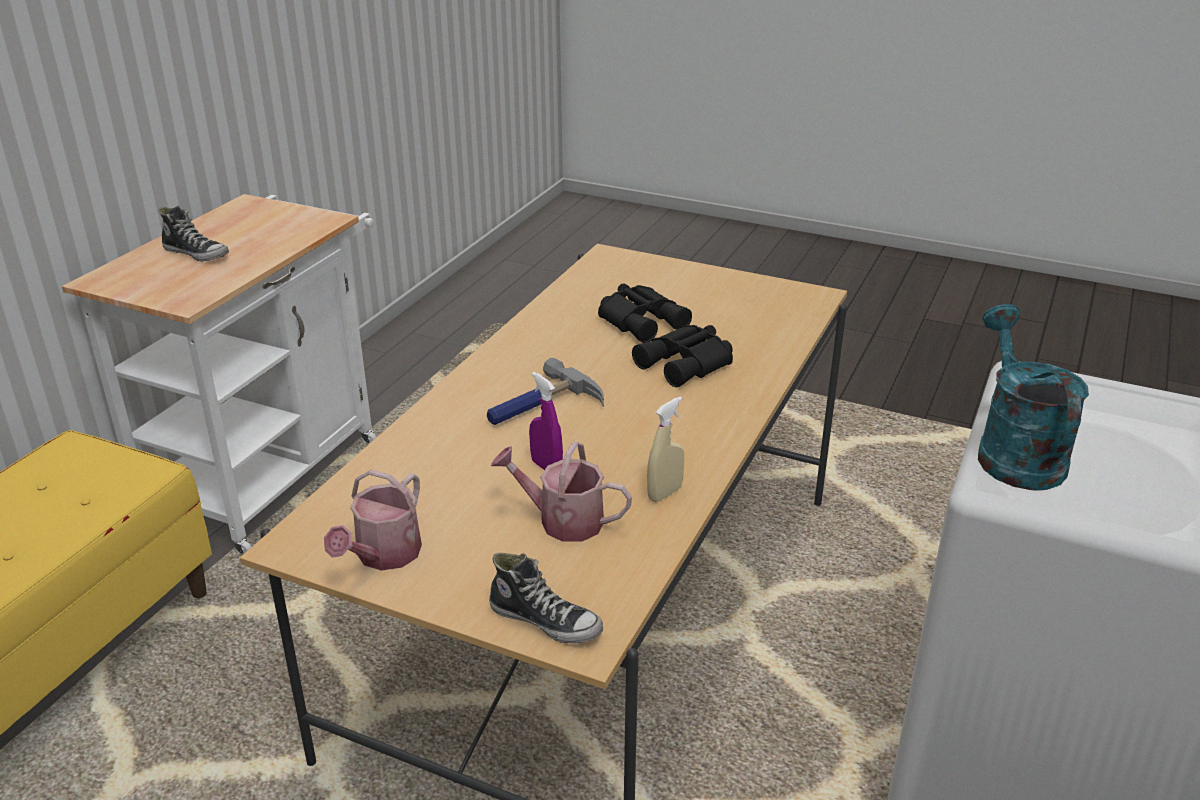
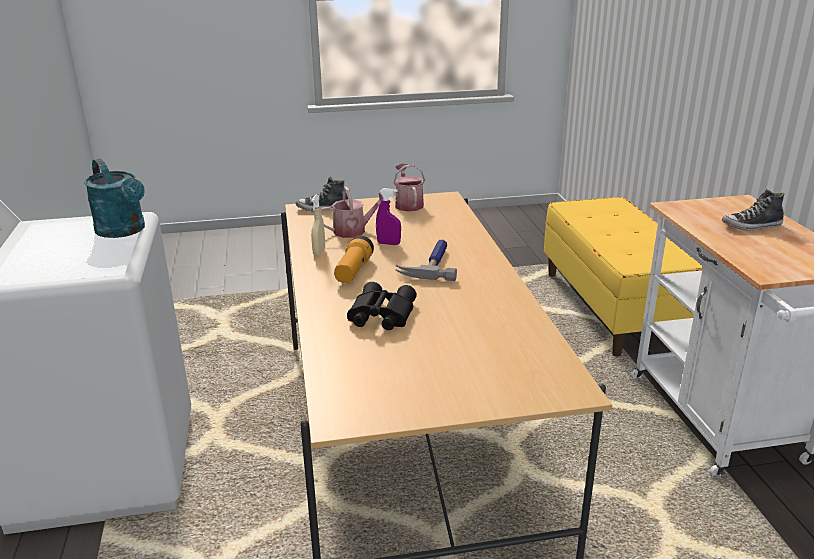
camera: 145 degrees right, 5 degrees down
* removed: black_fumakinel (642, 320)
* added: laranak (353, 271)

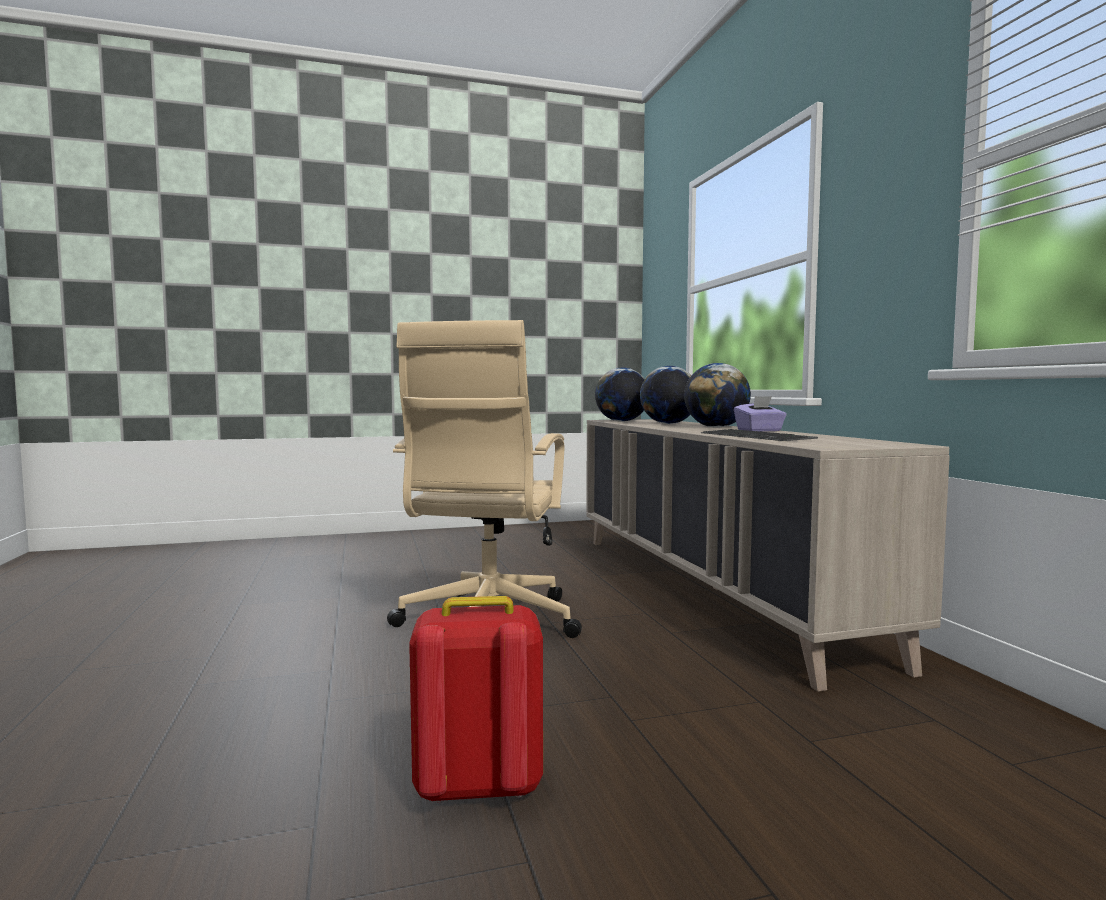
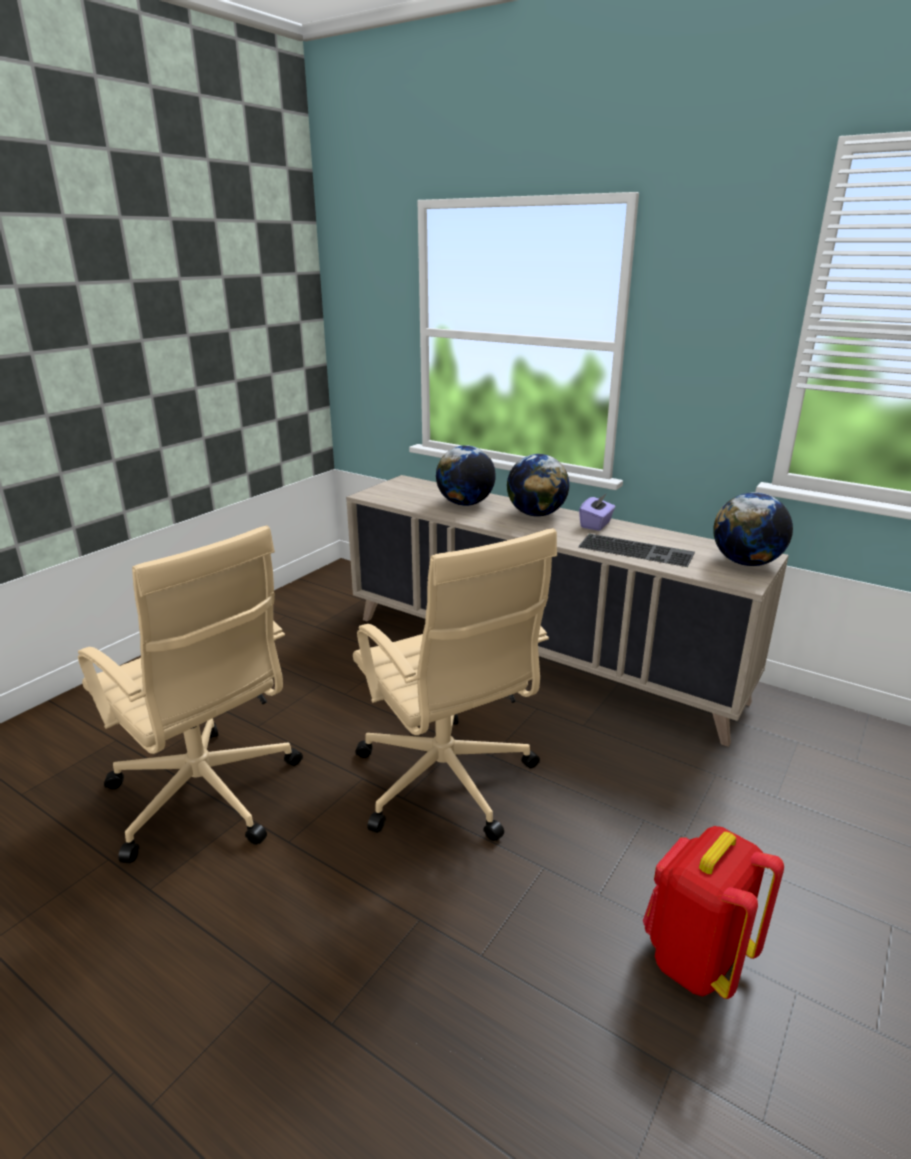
camera: 40 degrees left, 20 degrees up
* moved: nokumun (621, 421) to (746, 563)
* added: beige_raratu (207, 798)

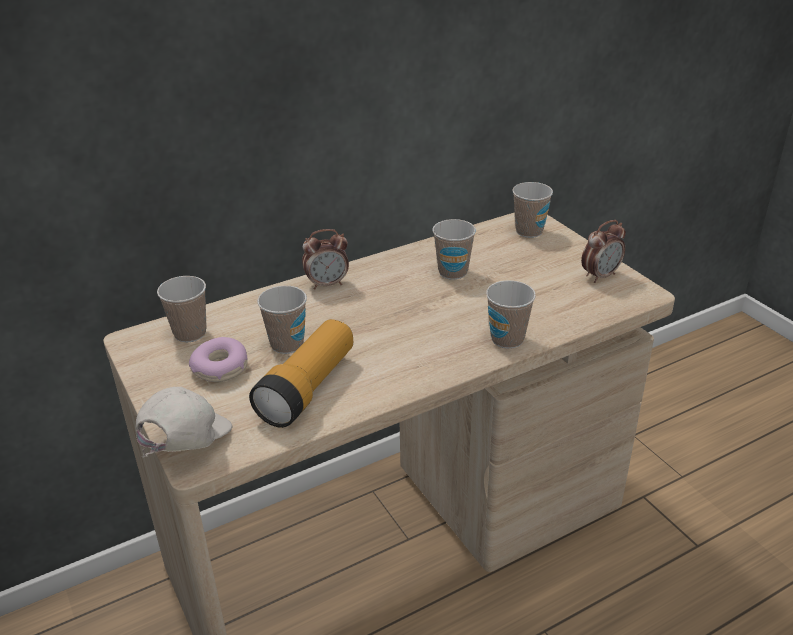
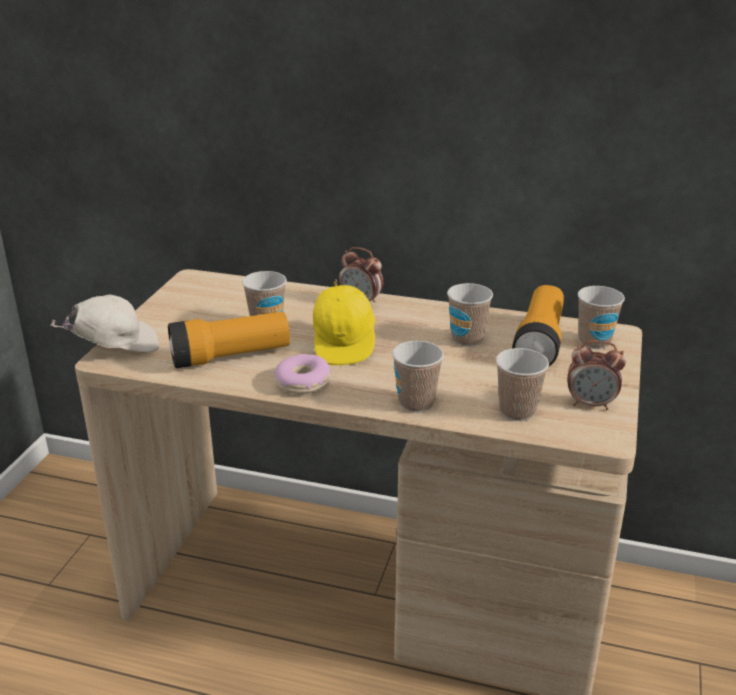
camera: 45 degrees right, 5 degrees down
* moved: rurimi (190, 333) to (517, 412)
* moved: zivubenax (221, 368) to (303, 383)
* added: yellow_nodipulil (344, 344)
* added: laranak (539, 342)

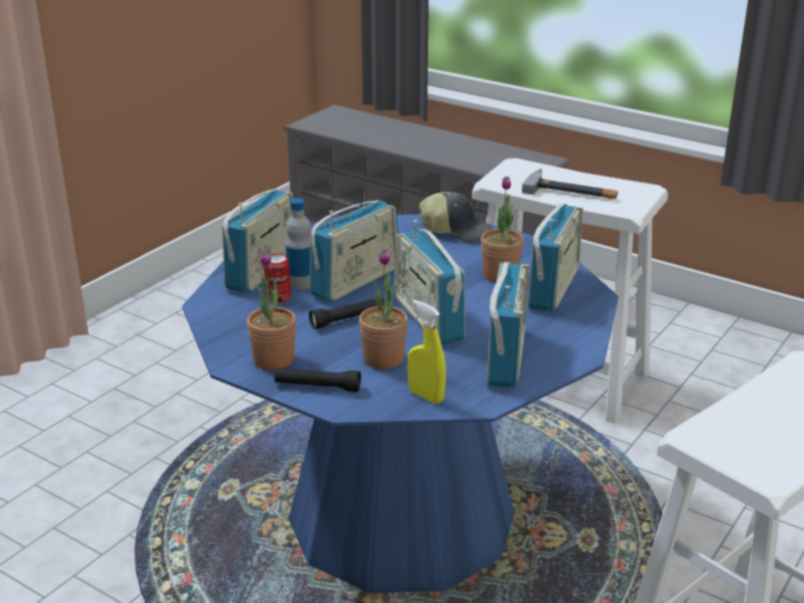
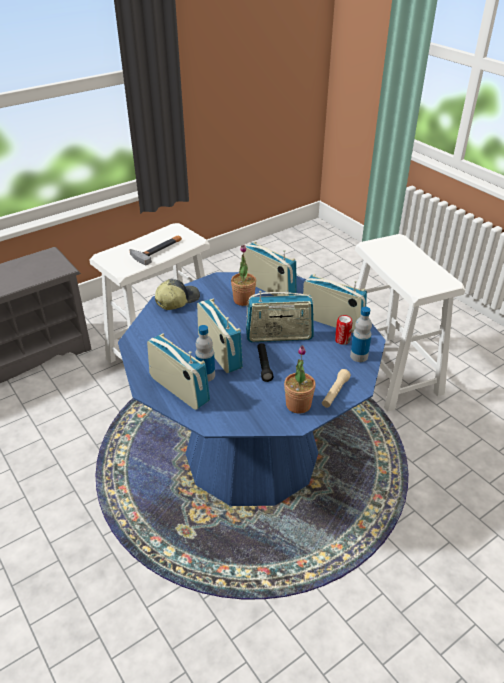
camera: 70 degrees left, 10 degrees up
* removed: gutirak (383, 359)
* moved: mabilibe (278, 297) to (342, 340)
* replaced: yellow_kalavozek (426, 396) to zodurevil (359, 356)
* recoloured: black_laranak (317, 387) to beige_laranak (335, 393)

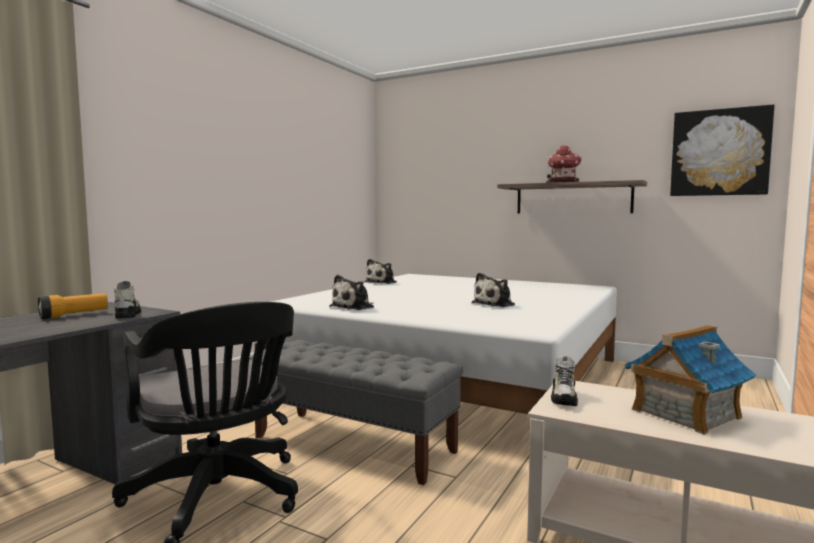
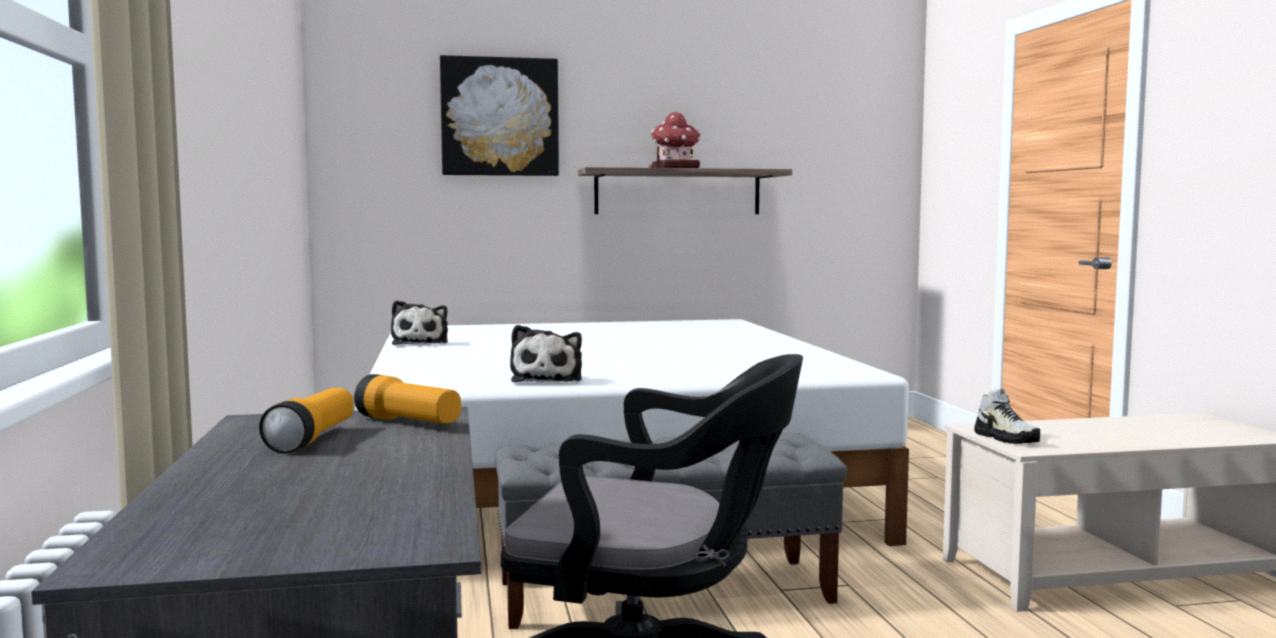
camera: 40 degrees left, 0 degrees up
* moved: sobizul (719, 152) to (500, 117)
* removed: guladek (495, 304)
* replaced: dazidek (127, 314) to laranak (409, 422)
* removed: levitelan (685, 413)

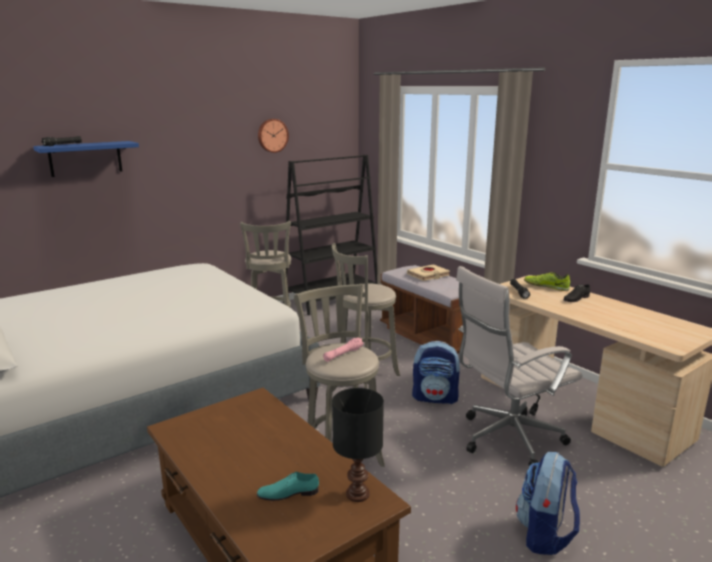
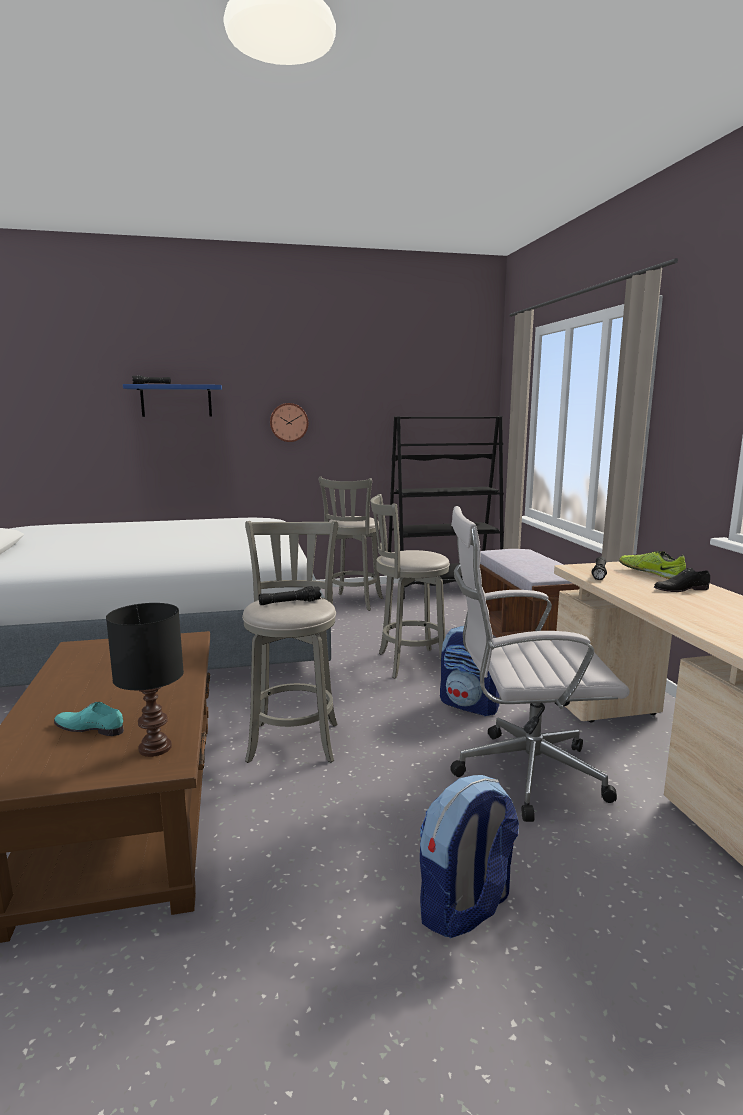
camera: 25 degrees right, 5 degrees down
* moved: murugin (272, 135) to (288, 422)
* removed: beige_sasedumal (428, 275)
* recoloured: pink_laranak (343, 354) to black_laranak (290, 603)

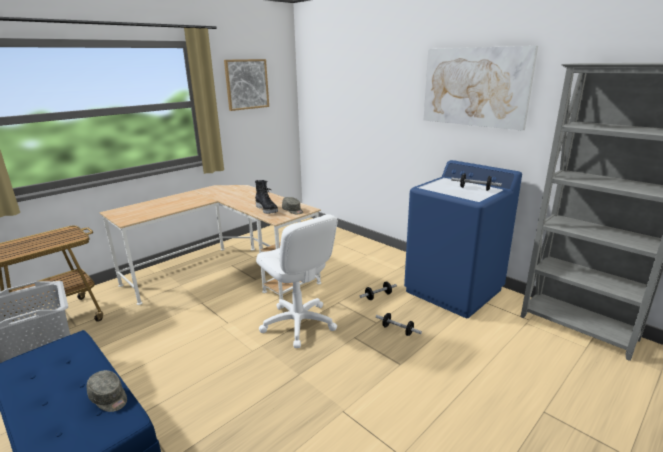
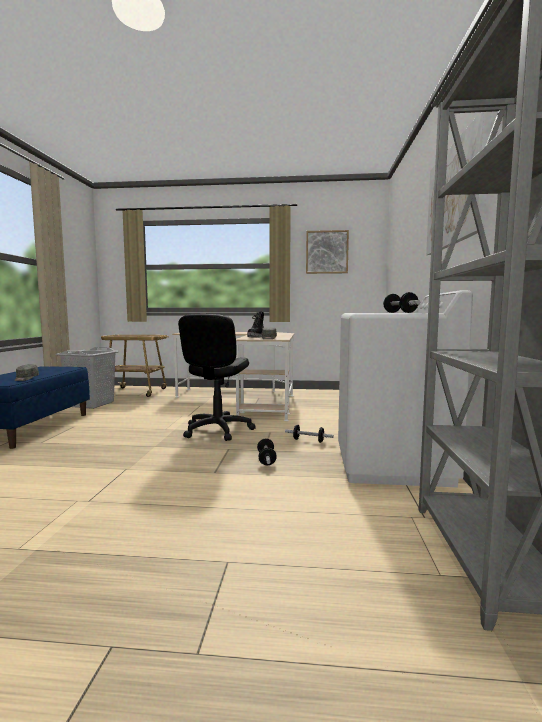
camera: 50 degrees right, 15 degrees down
* recoloured: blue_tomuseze (454, 291) to white_tomuseze (392, 465)
* recoloured: white_raratu (298, 324) to black_raratu (217, 430)

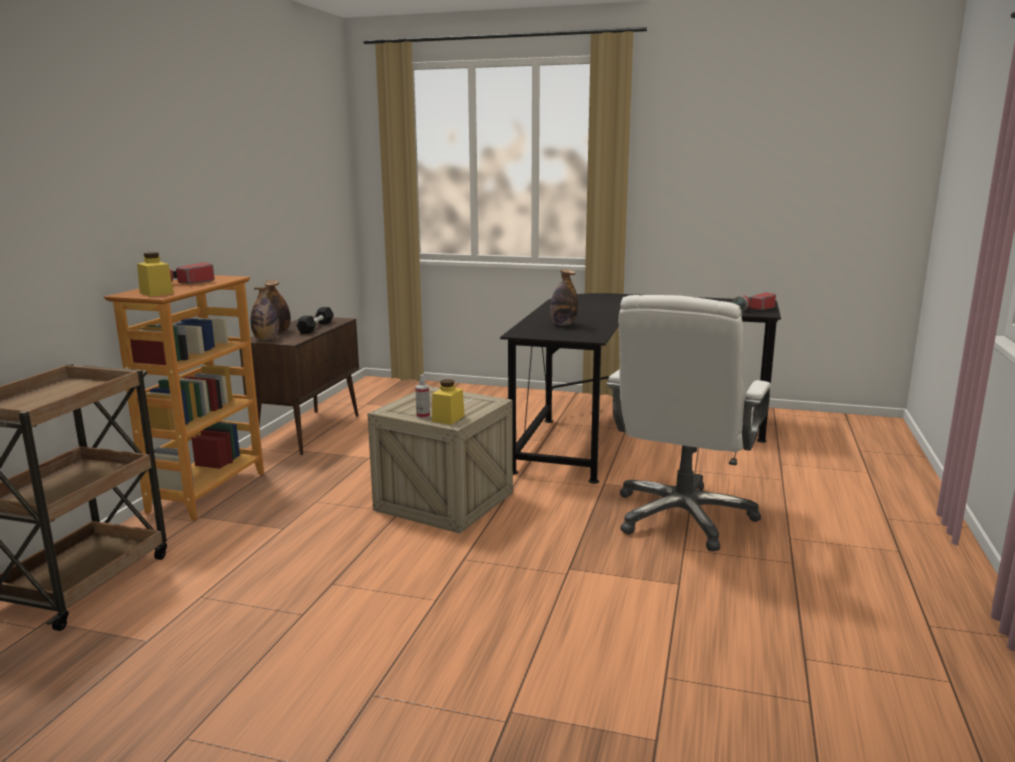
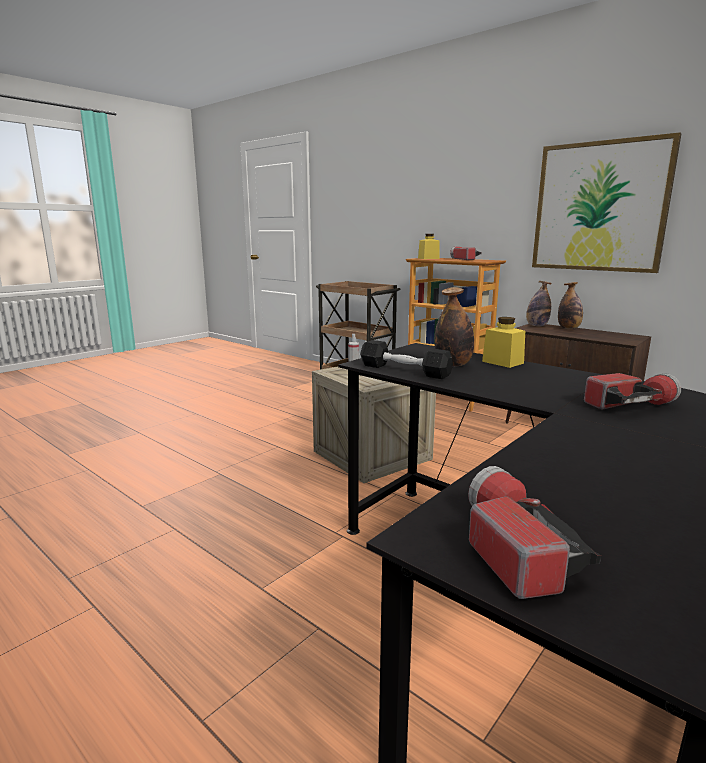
camera: 115 degrees right, 0 degrees up
* removed: white_raratu (682, 517)
* moved: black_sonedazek (316, 327) to (404, 370)
* moved: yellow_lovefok (448, 418) to (502, 362)
* added: sobizul (599, 207)
* added: laranak (630, 405)

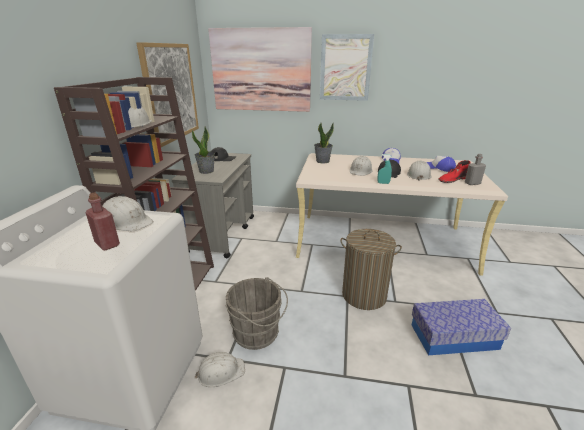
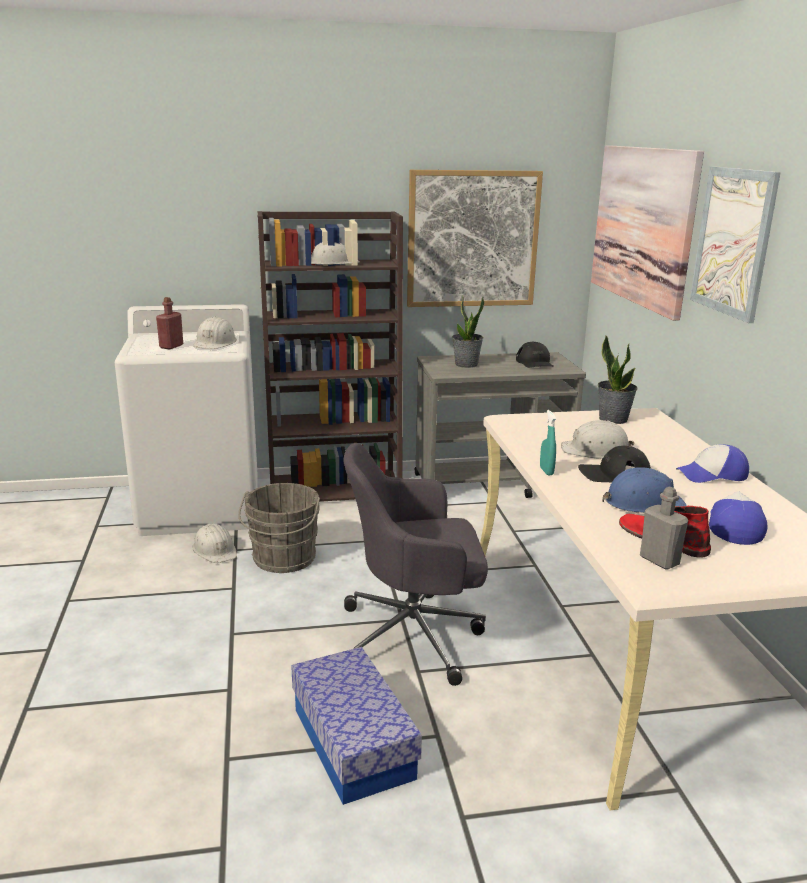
camera: 70 degrees right, 5 degrees down
* recoloured: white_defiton (418, 175) to blue_defiton (642, 502)
* replaced: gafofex (364, 295) to grey_raratu (414, 635)

